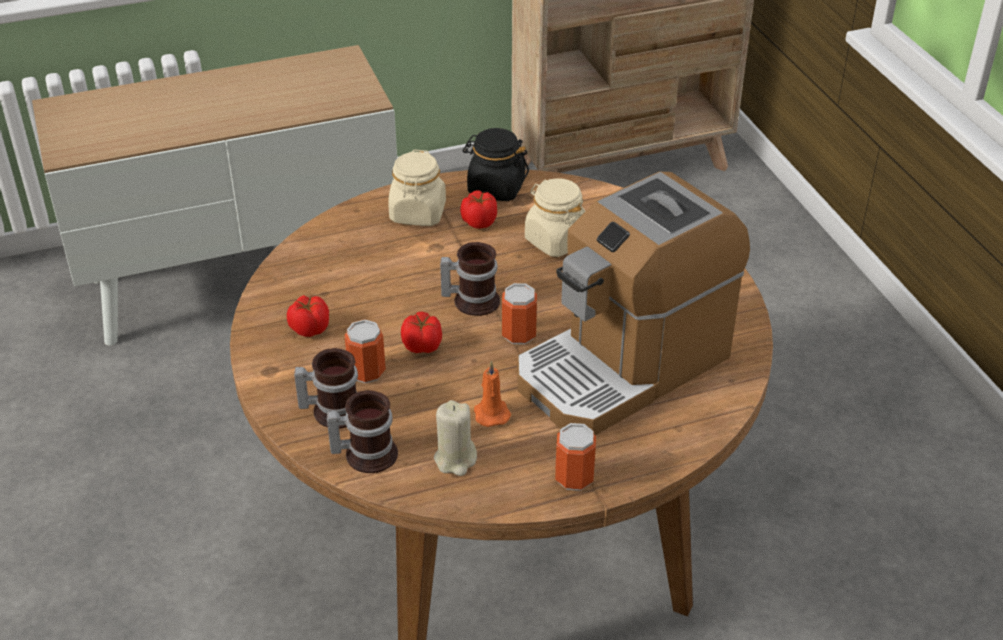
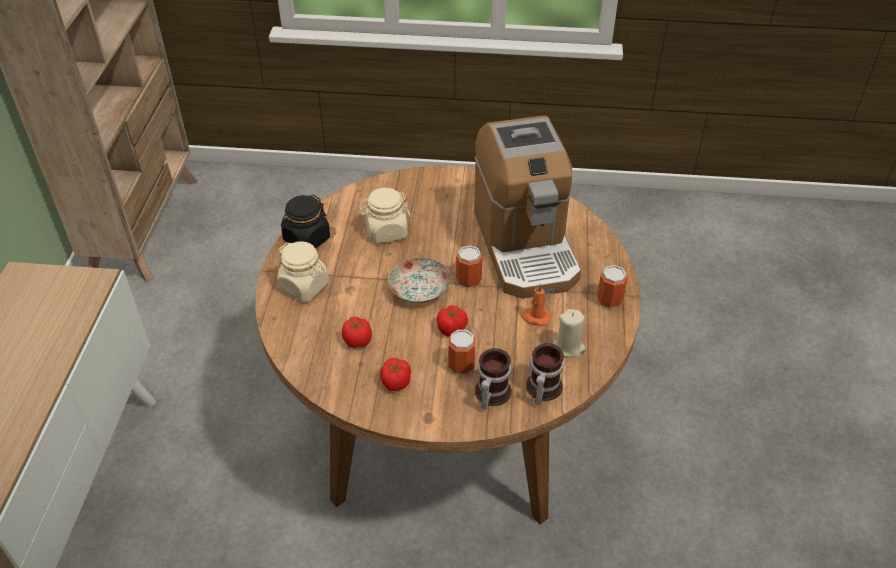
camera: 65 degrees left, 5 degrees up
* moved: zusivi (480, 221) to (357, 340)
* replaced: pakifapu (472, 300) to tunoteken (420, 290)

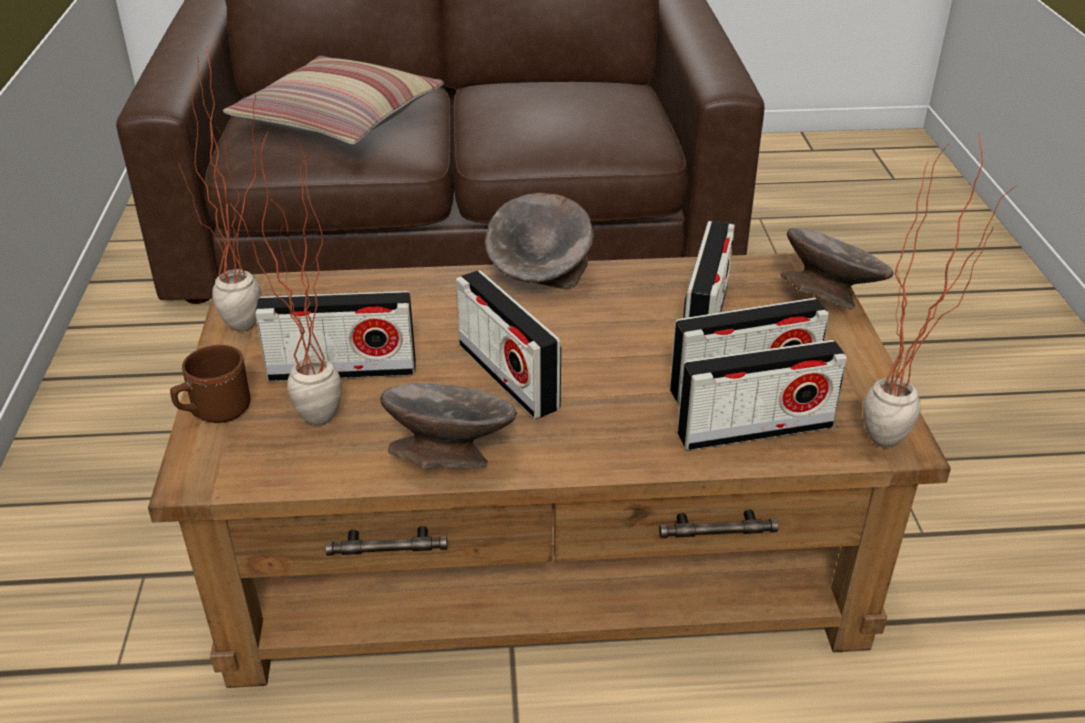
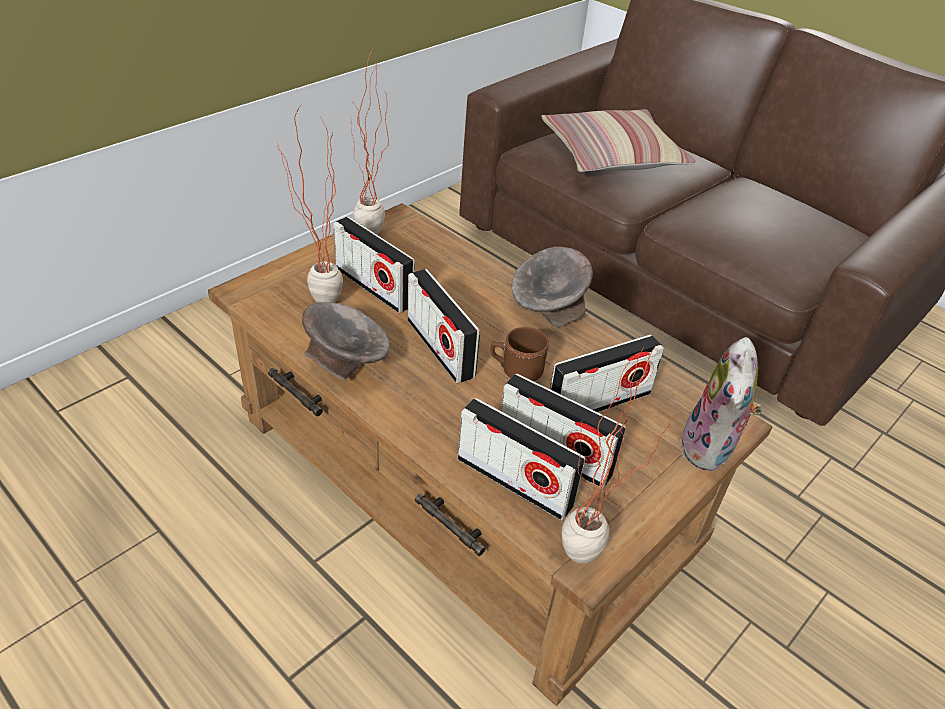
camera: 45 degrees right, 5 degrees up
* replaced: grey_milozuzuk (829, 298) to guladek (710, 450)
* turned: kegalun (507, 376) = (440, 348) 45 degrees counterclockwise
* moved: brown_pakifapu (214, 412) to (516, 371)

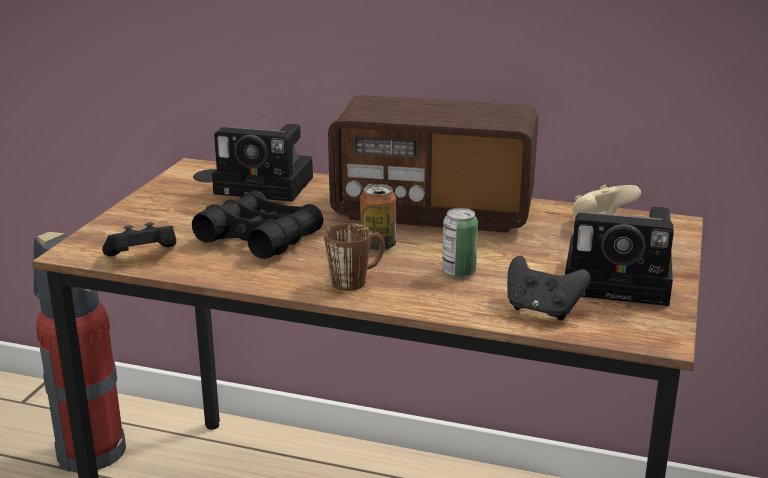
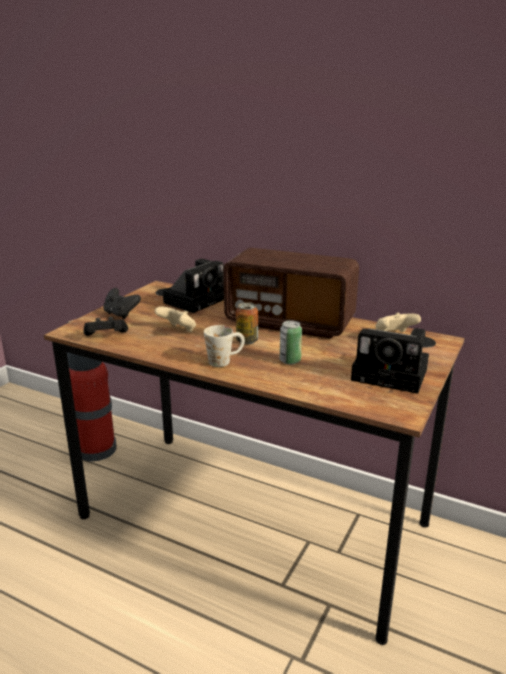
camera: 10 degrees right, 0 degrees up
* turned: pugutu (268, 185) = (197, 300) 75 degrees counterclockwise
* replaced: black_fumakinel (259, 238) to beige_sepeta (178, 331)
* recoloured: brown_pakifapu (357, 279) to white_pakifapu (225, 360)
* moved: black_sepeta (542, 310) to (121, 314)

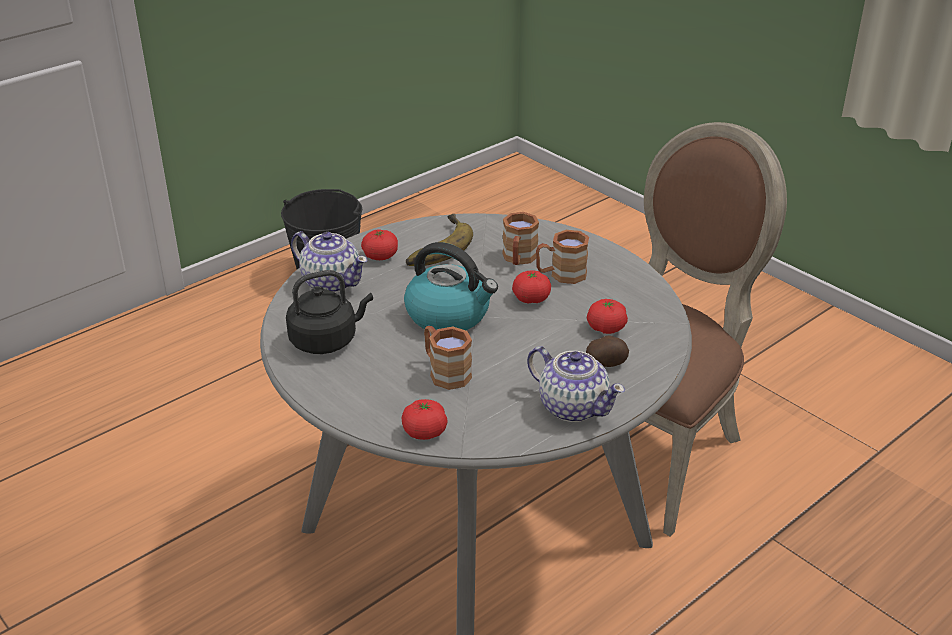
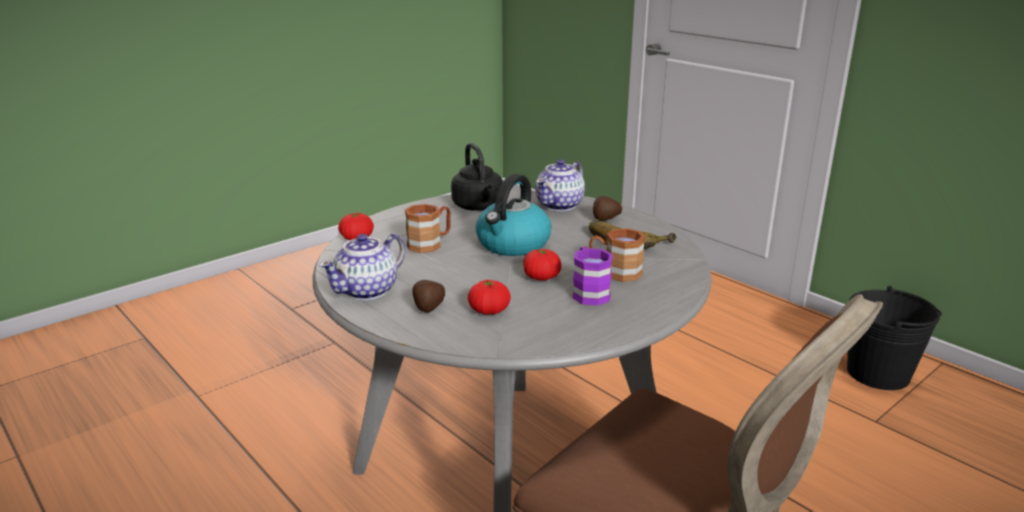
camera: 90 degrees right, 10 degrees down
* replaced: zusivi (380, 256) to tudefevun (605, 219)
* recoloured: brown_pakifapu (561, 275) to purple_pakifapu (589, 292)

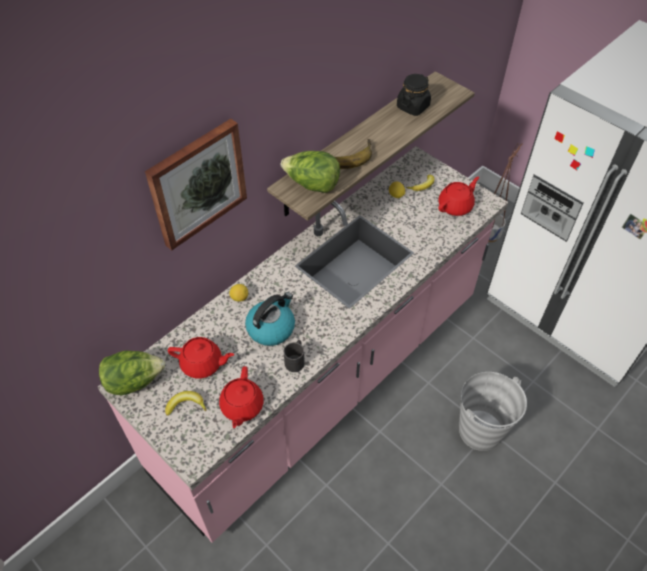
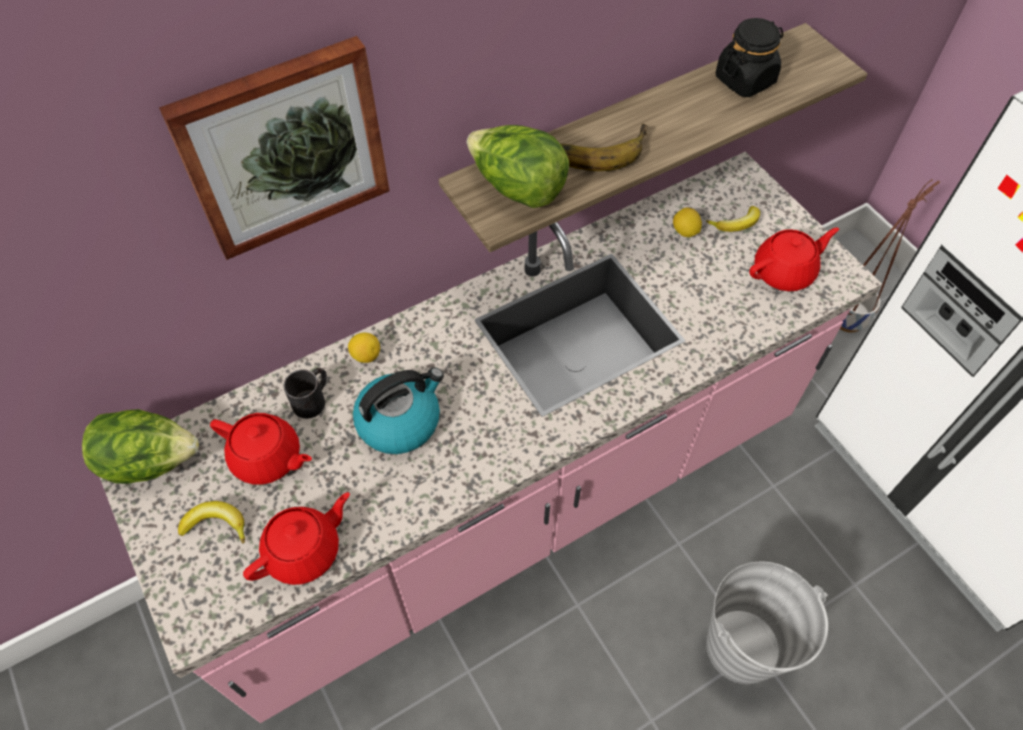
camera: 15 degrees right, 5 degrees up
* moved: black_pakifapu (296, 360) to (313, 398)
* turned: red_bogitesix (241, 406) = (305, 551) 150 degrees counterclockwise

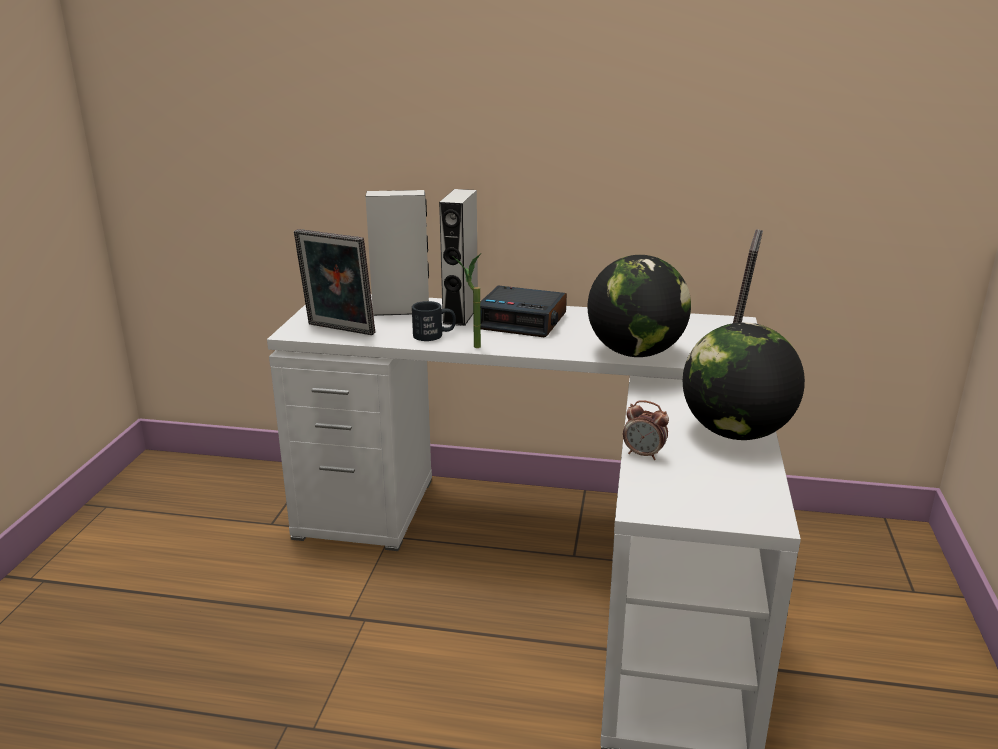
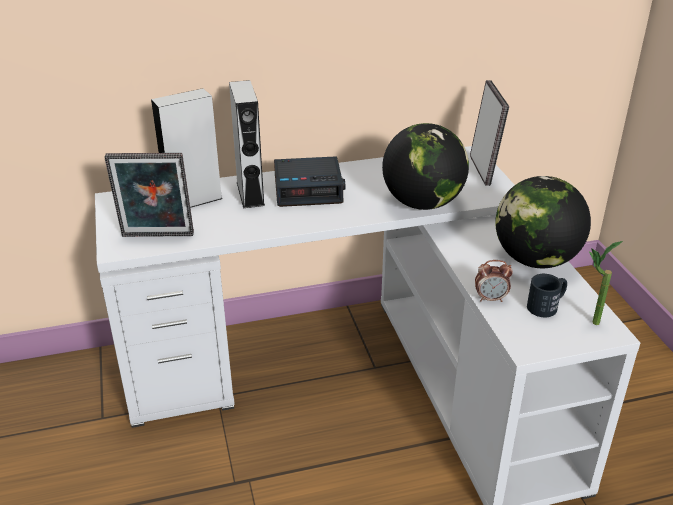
camera: 25 degrees left, 10 degrees up
* moved: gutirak (470, 345) to (588, 323)
* moved: black_pakifapu (434, 335) to (547, 305)

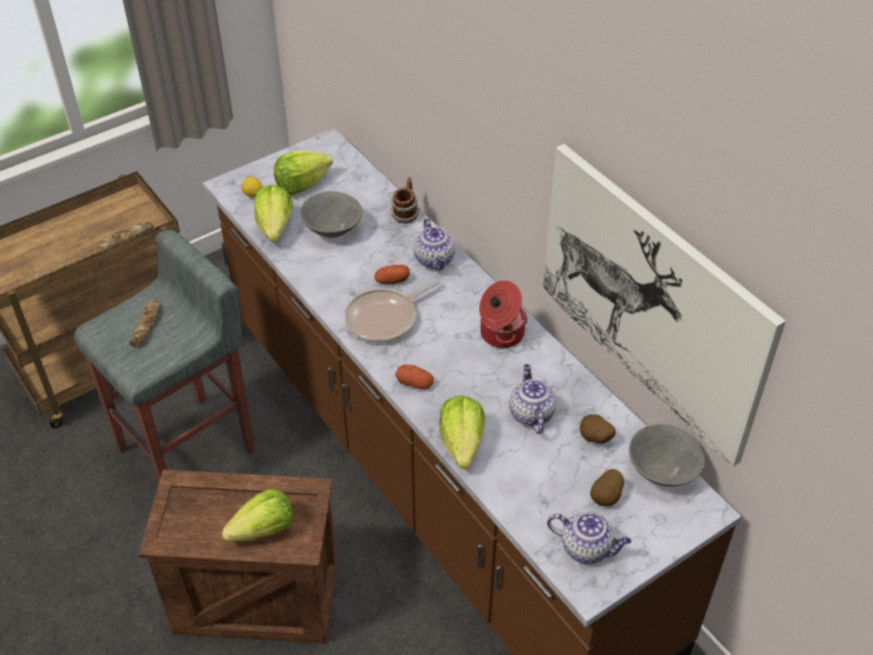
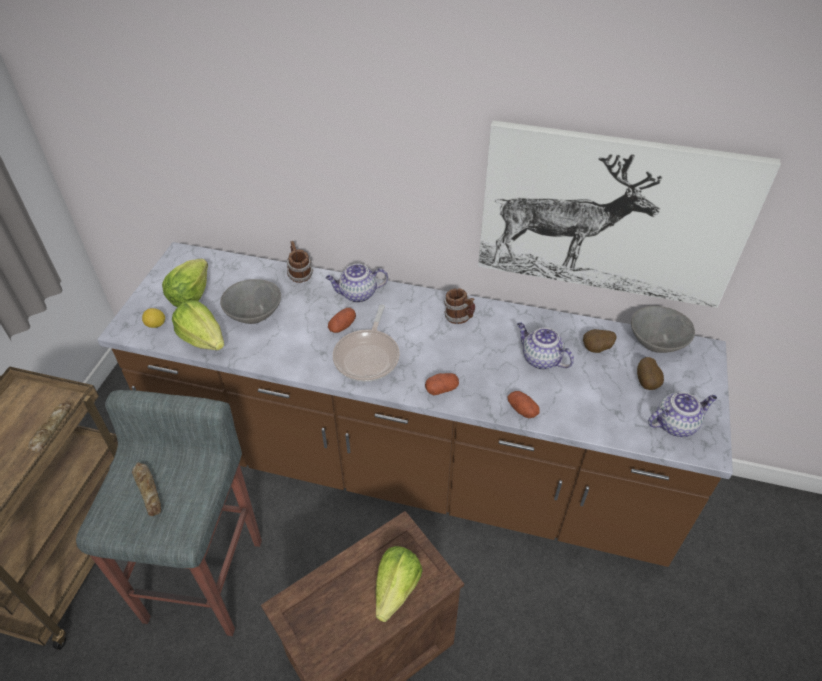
camera: 40 degrees left, 0 degrees up
* turned: bogitesix (435, 260) = (357, 294) 135 degrees clockwise
* replaced: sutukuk (500, 333) to pakifapu (459, 318)
* replaced: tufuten (462, 443) to tudefevun (522, 409)

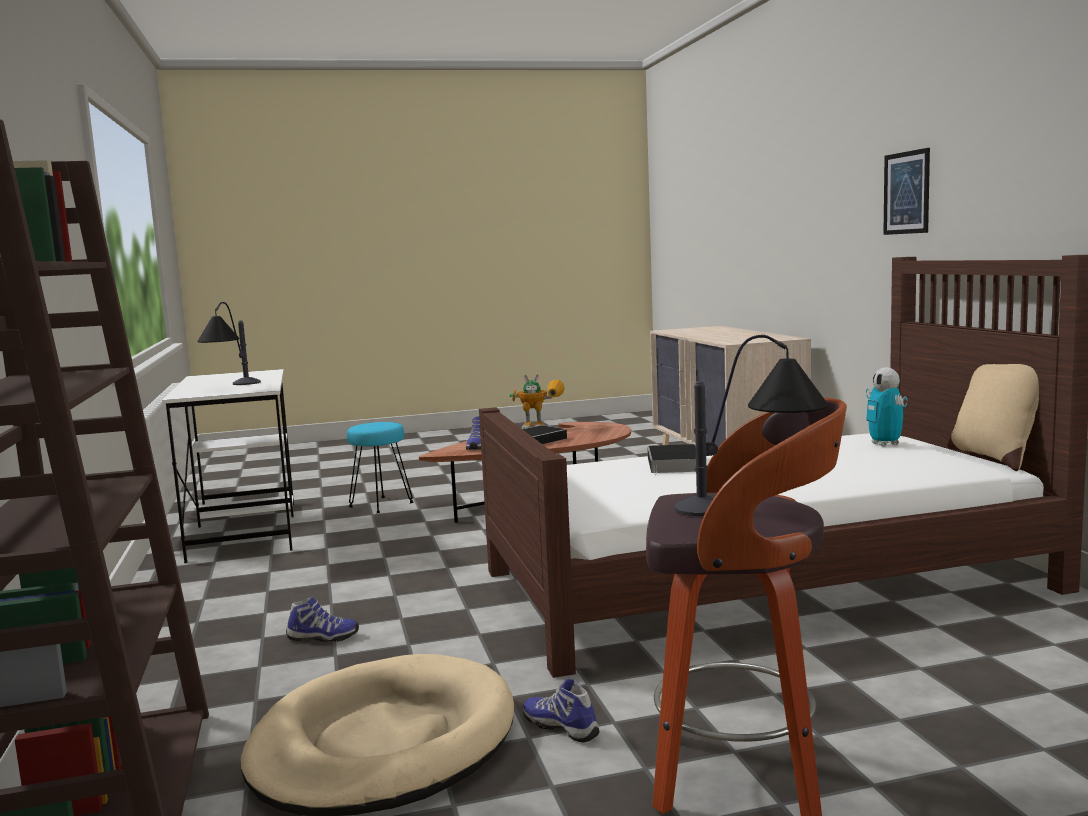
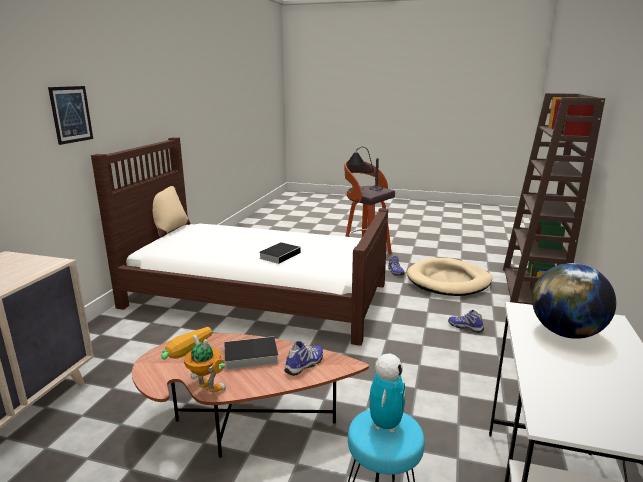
camera: 150 degrees left, 10 degrees up
* replaced: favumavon (232, 387) to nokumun (565, 333)
* moved: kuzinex (885, 444) to (385, 425)

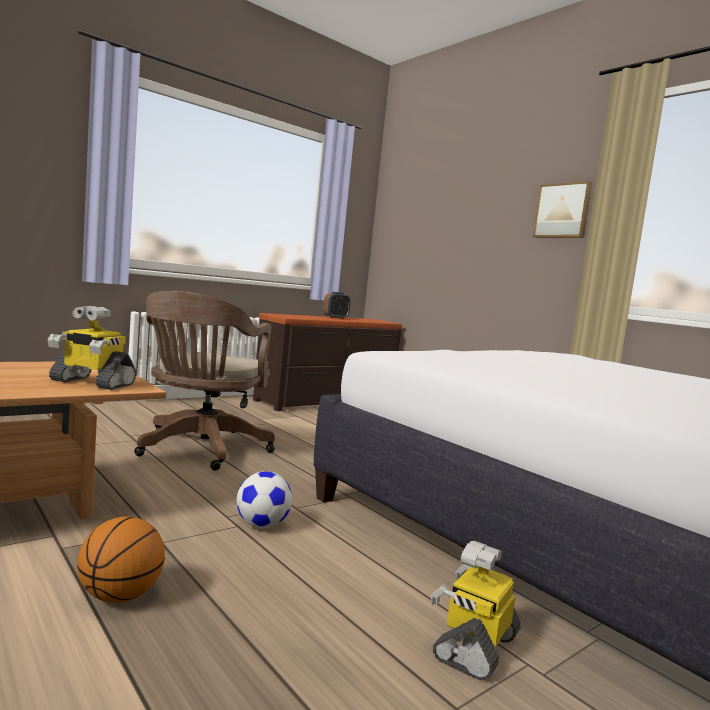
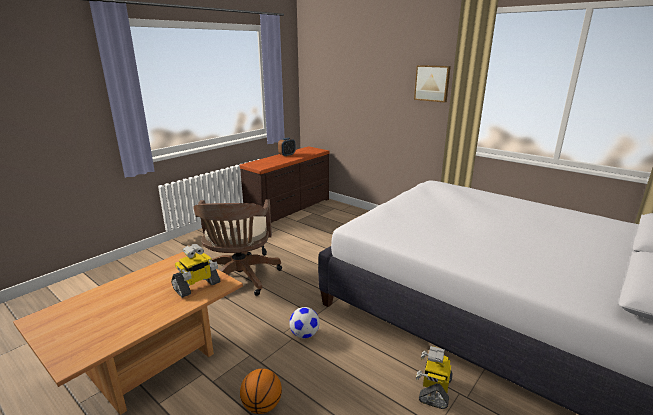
camera: 10 degrees left, 15 degrees up
* turned: kuzinex (91, 383) = (197, 286) 45 degrees counterclockwise

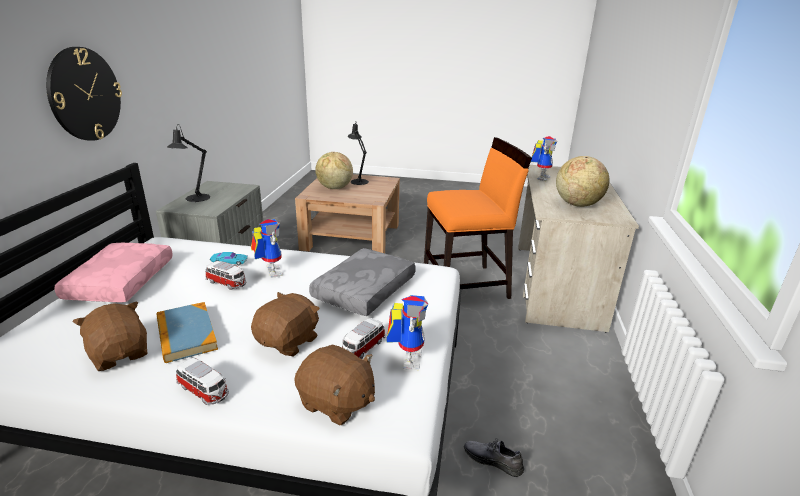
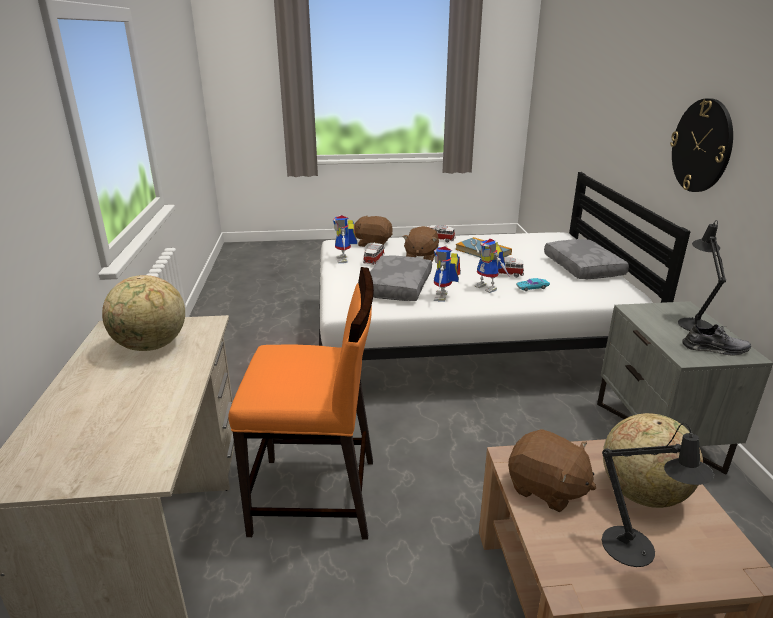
camera: 165 degrees right, 0 degrees up
* moved: kuzinex (541, 177) to (444, 298)
* turned: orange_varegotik (466, 285) = (316, 497) 150 degrees counterclockwise
* recoloured: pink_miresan (120, 281) to grey_miresan (584, 268)
* moved: brown_guladek (120, 354) to (546, 488)
* moved: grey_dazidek (493, 460) to (715, 348)

